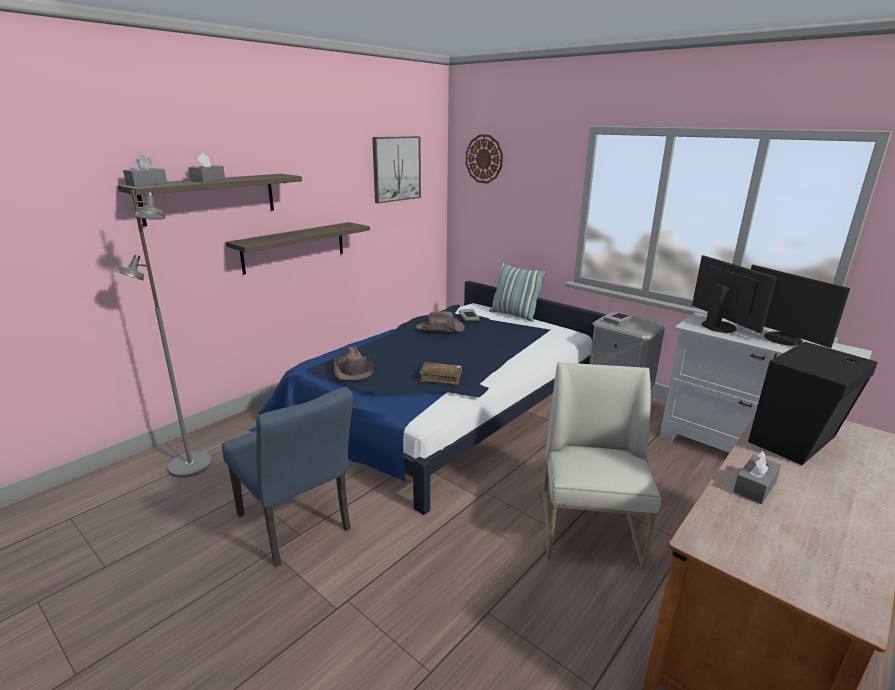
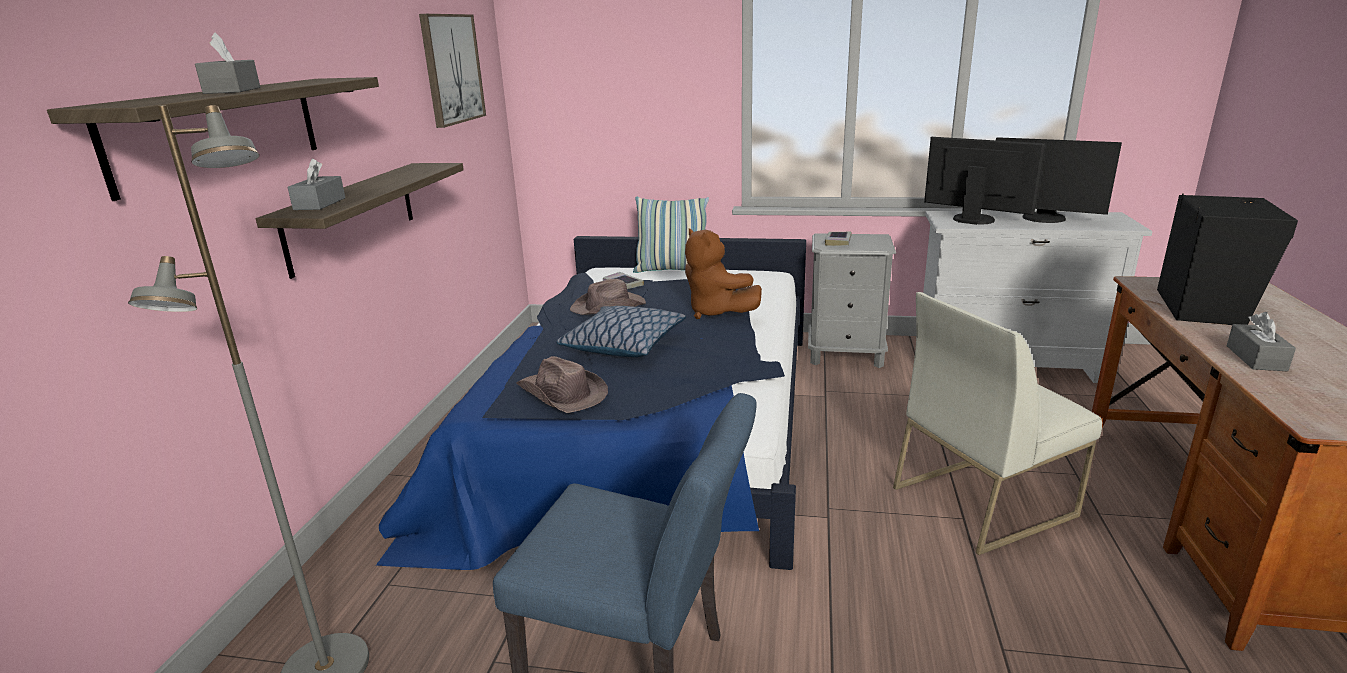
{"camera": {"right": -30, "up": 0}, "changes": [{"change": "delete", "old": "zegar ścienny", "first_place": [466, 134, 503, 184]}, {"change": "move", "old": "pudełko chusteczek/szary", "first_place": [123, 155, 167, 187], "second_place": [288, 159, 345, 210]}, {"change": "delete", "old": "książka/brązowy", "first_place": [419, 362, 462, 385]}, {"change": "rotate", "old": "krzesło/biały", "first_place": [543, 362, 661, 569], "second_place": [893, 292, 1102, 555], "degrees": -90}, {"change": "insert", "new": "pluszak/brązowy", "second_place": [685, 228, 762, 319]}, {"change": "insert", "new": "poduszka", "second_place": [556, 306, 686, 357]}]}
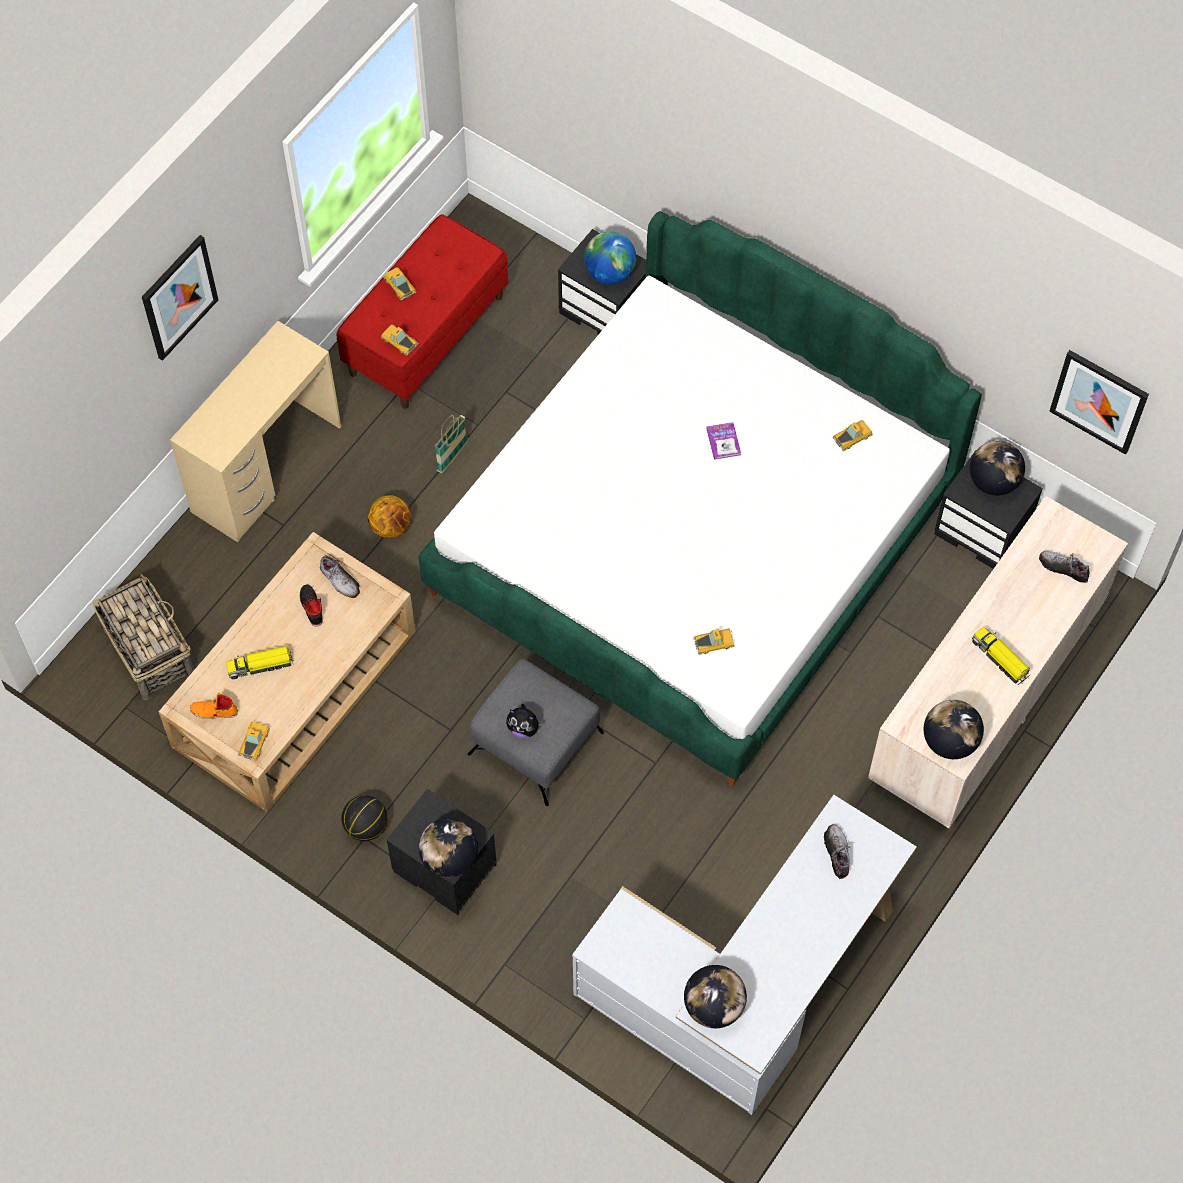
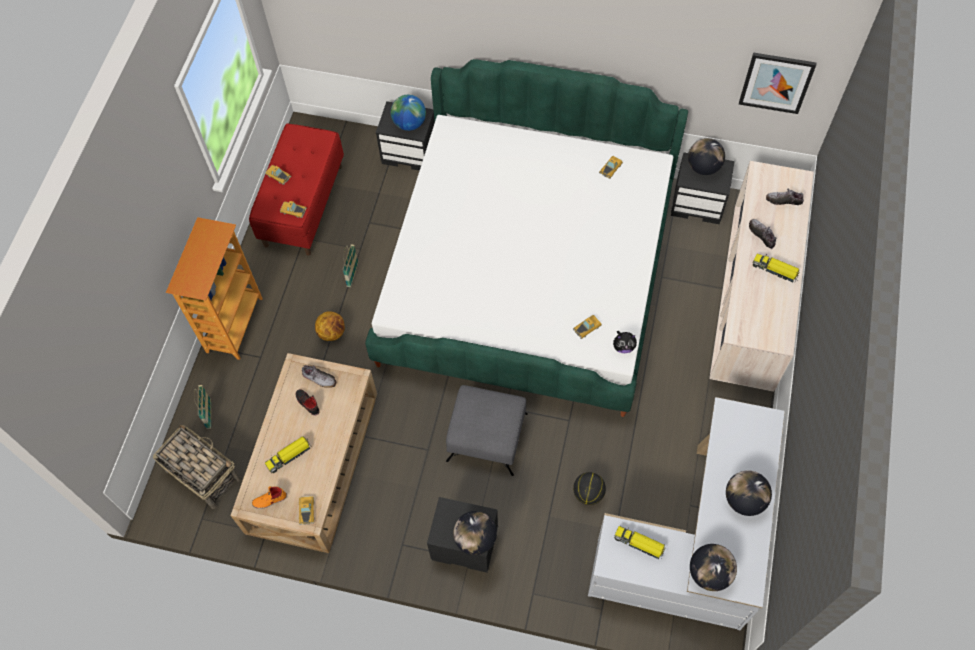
{"camera": {"right": -20, "up": 0}, "changes": [{"change": "delete", "old": "obraz", "first_place": [142, 235, 218, 361]}, {"change": "replace", "old": "biurko/beżowy", "new": "regał", "first_place": [170, 321, 341, 542], "second_place": [166, 217, 263, 360]}, {"change": "delete", "old": "książka", "first_place": [706, 422, 741, 460]}, {"change": "move", "old": "globus", "first_place": [924, 700, 984, 759], "second_place": [726, 471, 772, 516]}, {"change": "move", "old": "pluszak", "first_place": [506, 704, 544, 738], "second_place": [613, 331, 637, 353]}, {"change": "move", "old": "piłka do koszykówki", "first_place": [341, 795, 388, 841], "second_place": [573, 472, 606, 505]}, {"change": "move", "old": "but", "first_place": [824, 824, 851, 879], "second_place": [749, 219, 776, 249]}, {"change": "insert", "new": "koszyk", "second_place": [194, 385, 211, 429]}, {"change": "insert", "new": "ciężarówka zabawkowa", "second_place": [614, 526, 665, 560]}]}
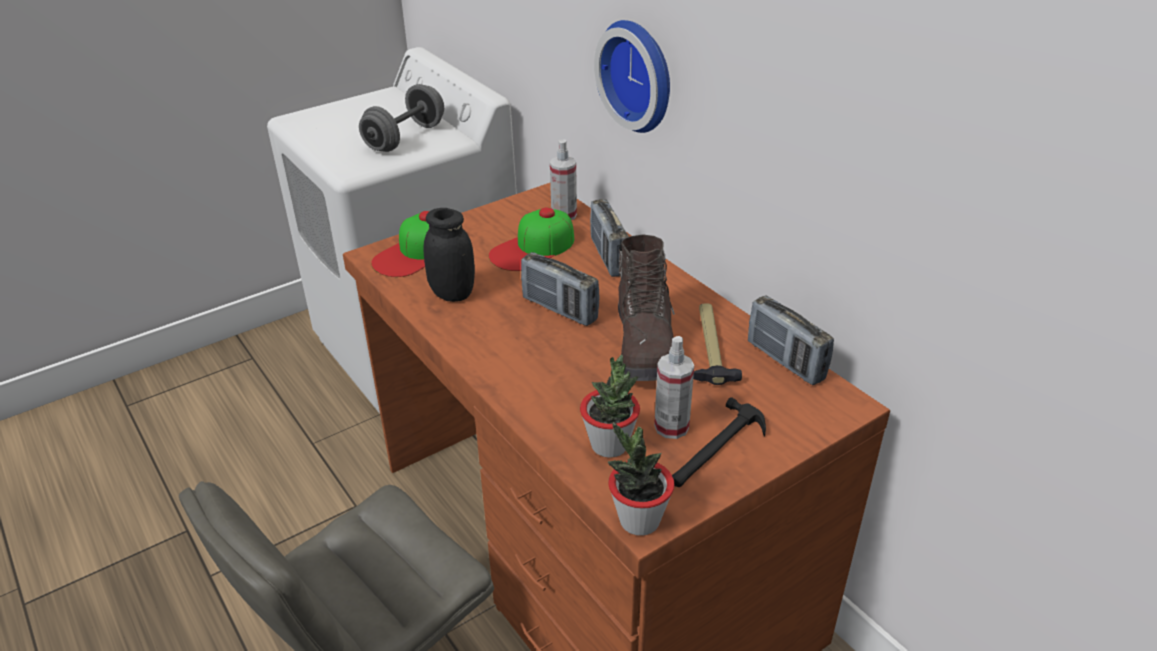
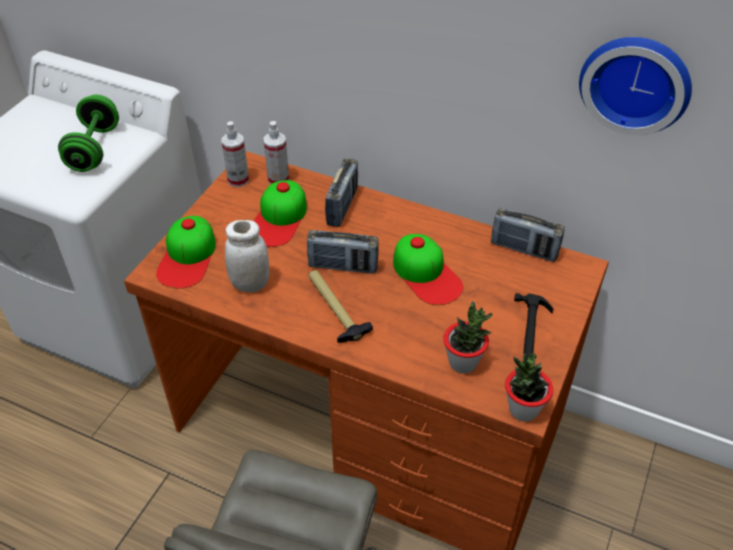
{"camera": {"right": -30, "up": 10}, "changes": [{"change": "move", "old": "zegar ścienny", "first_place": [594, 20, 670, 133], "second_place": [579, 37, 692, 135]}, {"change": "recolor", "old": "hantel/szary", "new": "hantel/zielony", "first_place": [359, 84, 444, 152], "second_place": [58, 95, 119, 172]}, {"change": "rotate", "old": "radio", "first_place": [590, 199, 629, 277], "second_place": [325, 159, 358, 227], "degrees": -120}, {"change": "recolor", "old": "słoik/czarny", "new": "słoik/biały", "first_place": [424, 208, 475, 302], "second_place": [225, 220, 269, 293]}, {"change": "replace", "old": "but z cholewką/brązowy", "new": "czapka z daszkiem", "first_place": [618, 234, 675, 381], "second_place": [393, 234, 463, 305]}, {"change": "move", "old": "młotek", "first_place": [693, 304, 742, 385], "second_place": [308, 270, 373, 343]}, {"change": "move", "old": "spryskiwacz", "first_place": [654, 336, 694, 439], "second_place": [222, 121, 249, 187]}]}
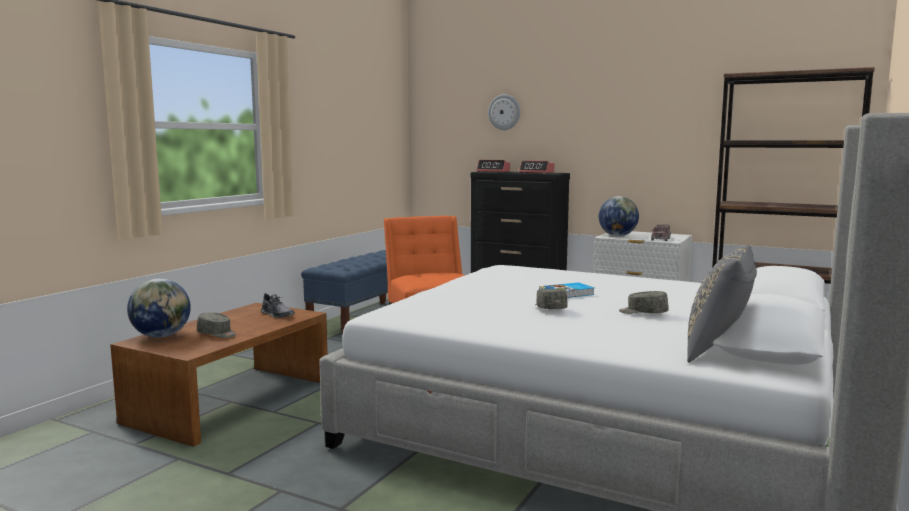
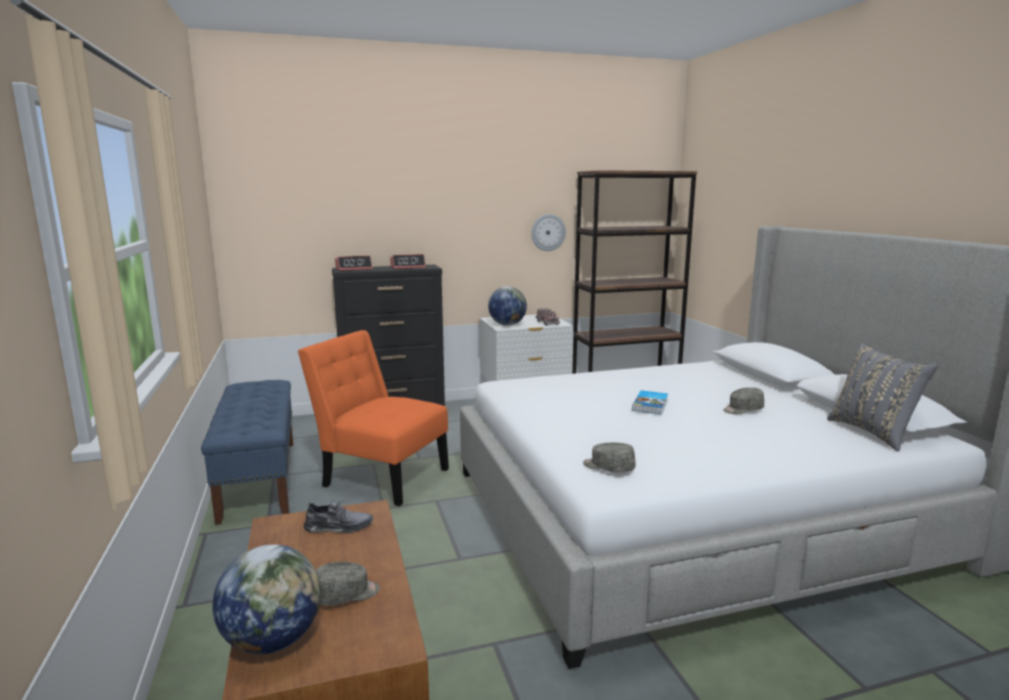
{"camera": {"right": -45, "up": 5}, "changes": [{"change": "move", "old": "zegar ścienny", "first_place": [488, 94, 520, 130], "second_place": [531, 214, 566, 251]}, {"change": "move", "old": "czapka z daszkiem/szary", "first_place": [535, 289, 568, 309], "second_place": [583, 443, 636, 473]}]}
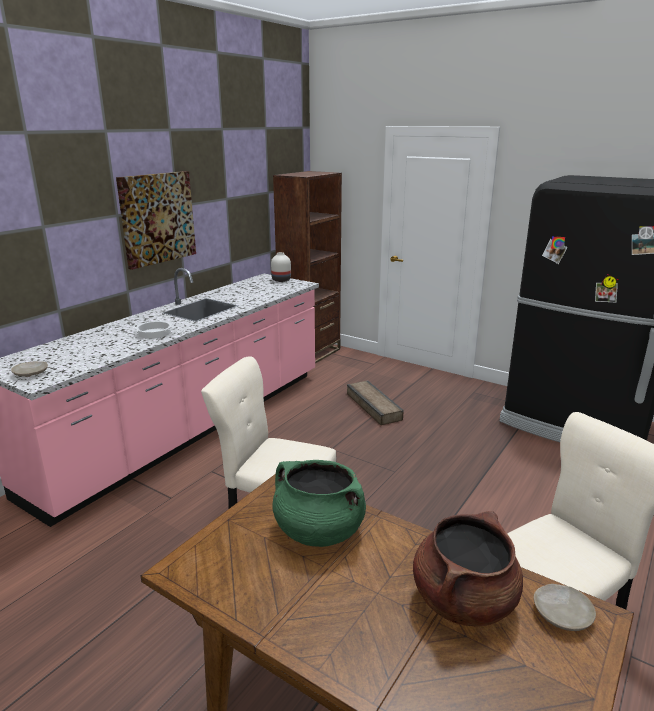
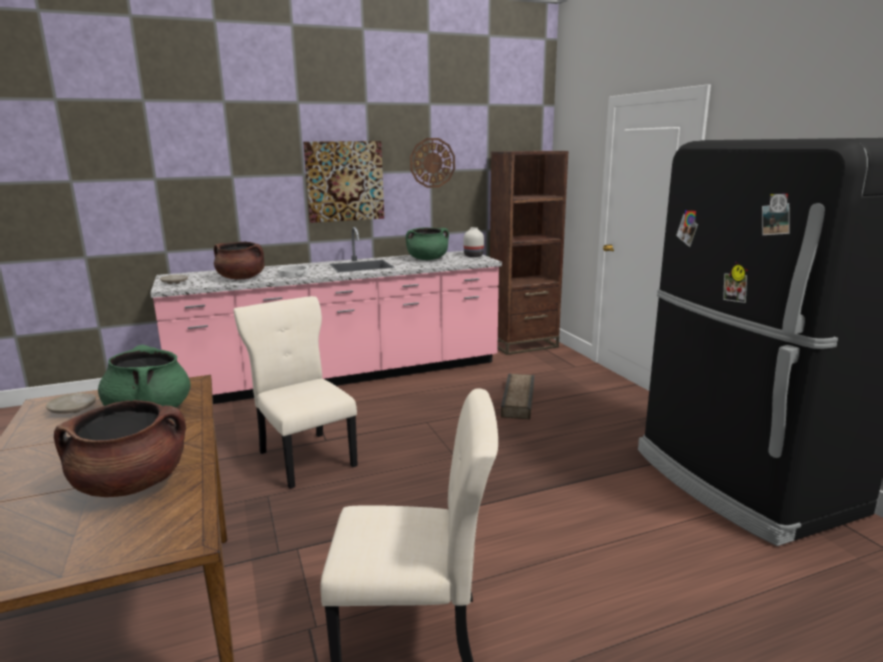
{"camera": {"right": 35, "up": -5}, "changes": [{"change": "move", "old": "talerz/beżowy", "first_place": [534, 584, 596, 631], "second_place": [46, 393, 96, 414]}, {"change": "insert", "new": "zegar ścienny", "second_place": [410, 138, 455, 188]}, {"change": "insert", "new": "garnek/zielony", "second_place": [406, 227, 449, 260]}, {"change": "insert", "new": "garnek/brązowy", "second_place": [214, 242, 264, 279]}]}
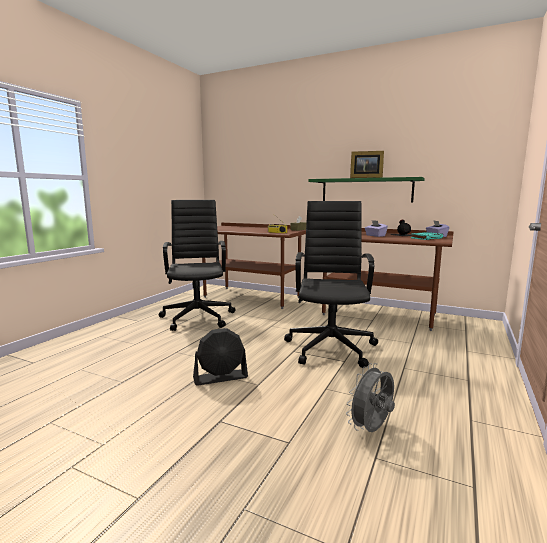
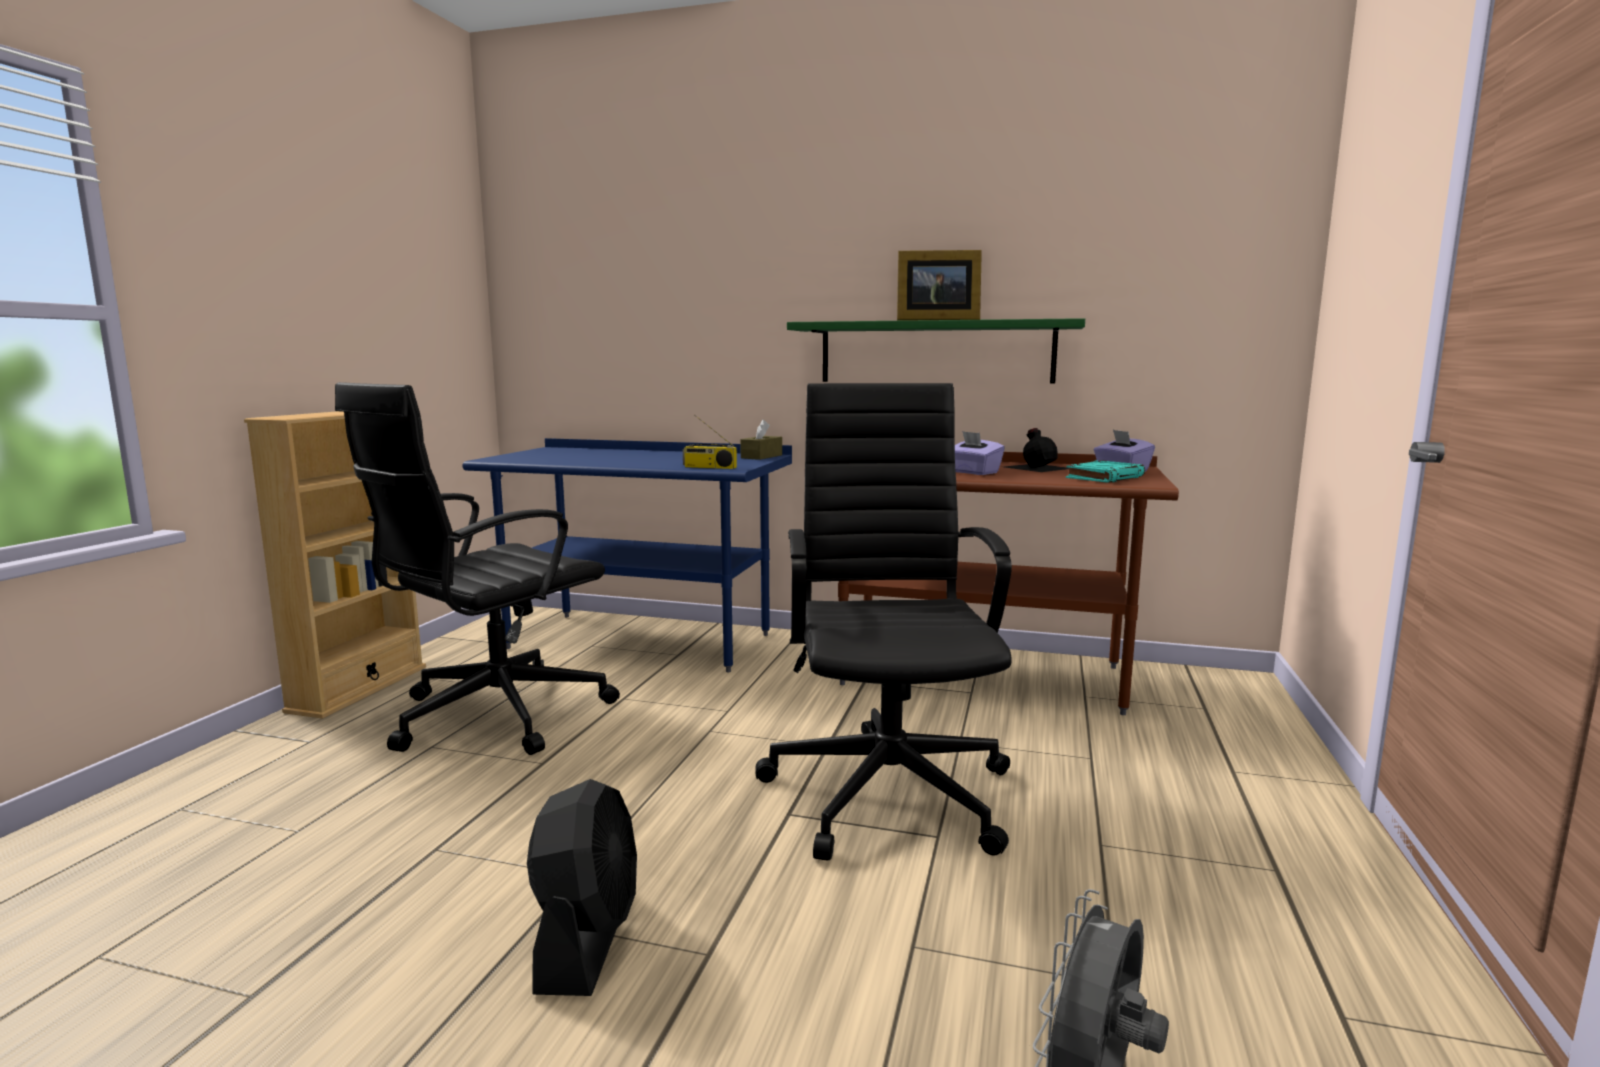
{"camera": {"right": -10, "up": 0}, "changes": [{"change": "rotate", "old": "krzesło biurowe/czarny", "first_place": [159, 200, 235, 331], "second_place": [335, 382, 620, 755], "degrees": -120}, {"change": "recolor", "old": "biurko/brązowy", "new": "biurko/niebieski", "first_place": [202, 223, 306, 309], "second_place": [463, 438, 792, 672]}, {"change": "rotate", "old": "wentylator/czarny", "first_place": [193, 328, 248, 386], "second_place": [527, 779, 637, 996], "degrees": -60}, {"change": "insert", "new": "regał/beżowy", "second_place": [244, 411, 426, 719]}]}
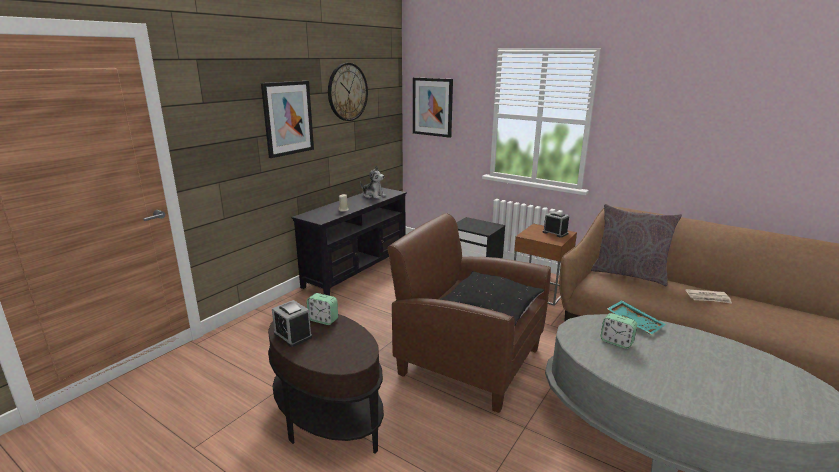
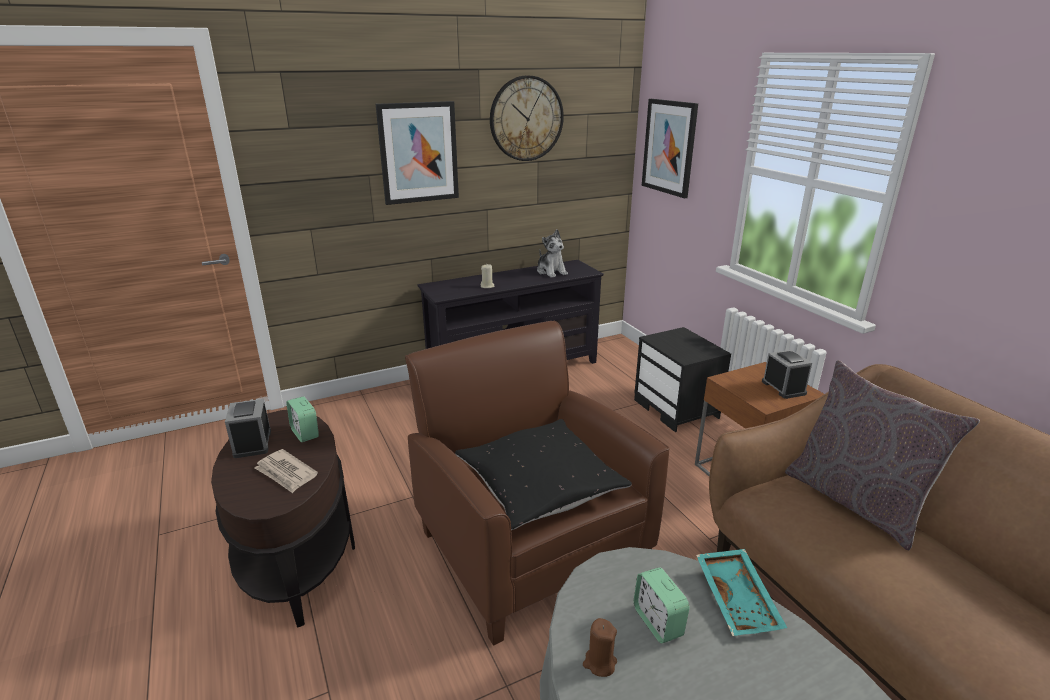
{"camera": {"right": 30, "up": 5}, "changes": [{"change": "move", "old": "gazeta", "first_place": [685, 289, 732, 303], "second_place": [255, 449, 318, 493]}, {"change": "insert", "new": "świeca/brązowy", "second_place": [583, 618, 617, 677]}]}
